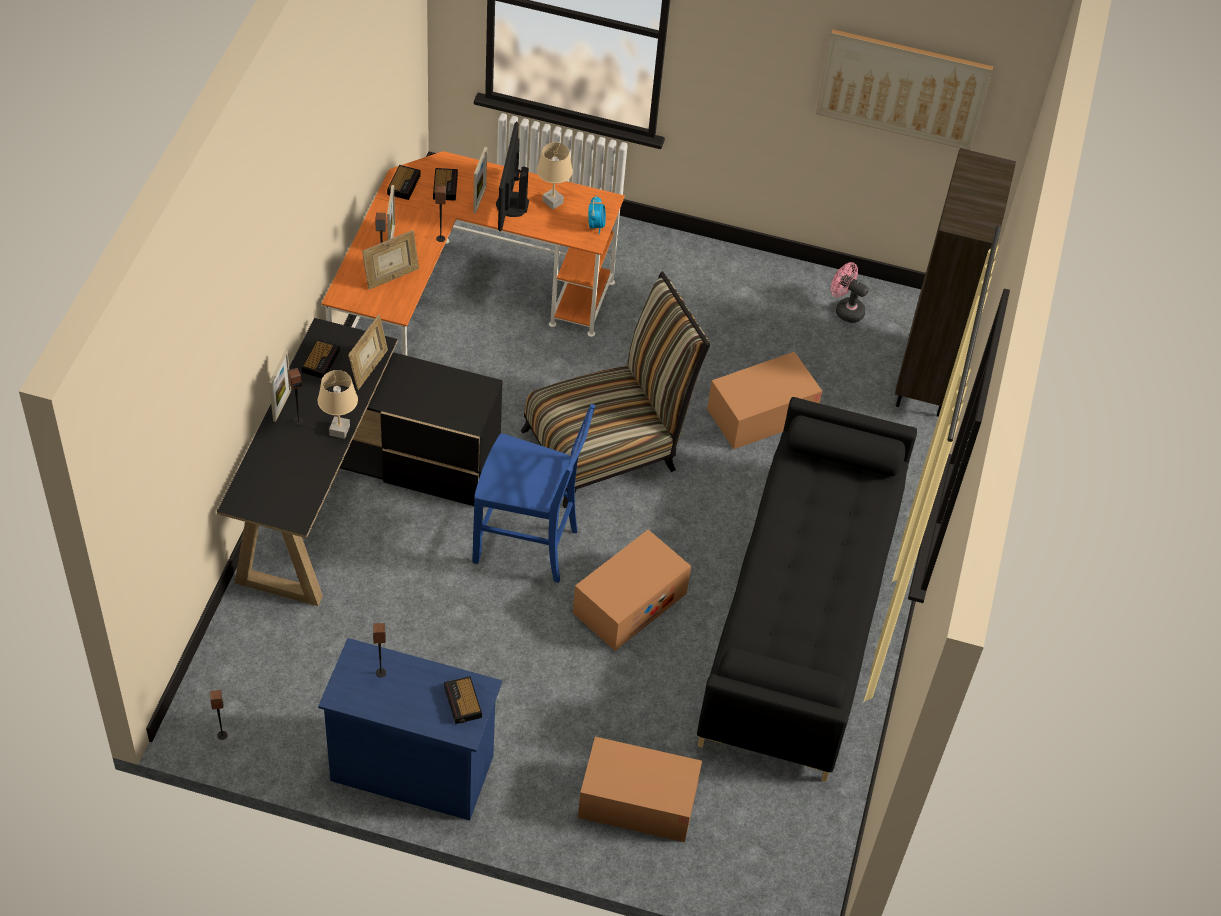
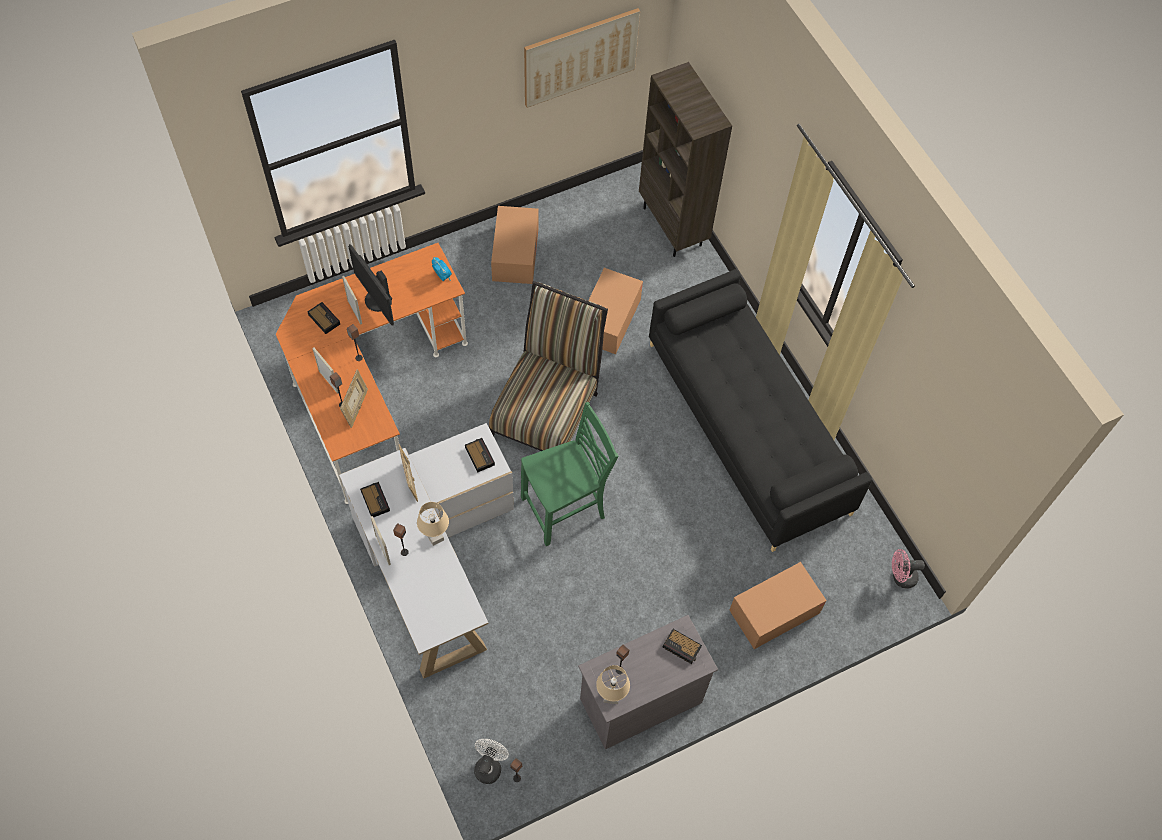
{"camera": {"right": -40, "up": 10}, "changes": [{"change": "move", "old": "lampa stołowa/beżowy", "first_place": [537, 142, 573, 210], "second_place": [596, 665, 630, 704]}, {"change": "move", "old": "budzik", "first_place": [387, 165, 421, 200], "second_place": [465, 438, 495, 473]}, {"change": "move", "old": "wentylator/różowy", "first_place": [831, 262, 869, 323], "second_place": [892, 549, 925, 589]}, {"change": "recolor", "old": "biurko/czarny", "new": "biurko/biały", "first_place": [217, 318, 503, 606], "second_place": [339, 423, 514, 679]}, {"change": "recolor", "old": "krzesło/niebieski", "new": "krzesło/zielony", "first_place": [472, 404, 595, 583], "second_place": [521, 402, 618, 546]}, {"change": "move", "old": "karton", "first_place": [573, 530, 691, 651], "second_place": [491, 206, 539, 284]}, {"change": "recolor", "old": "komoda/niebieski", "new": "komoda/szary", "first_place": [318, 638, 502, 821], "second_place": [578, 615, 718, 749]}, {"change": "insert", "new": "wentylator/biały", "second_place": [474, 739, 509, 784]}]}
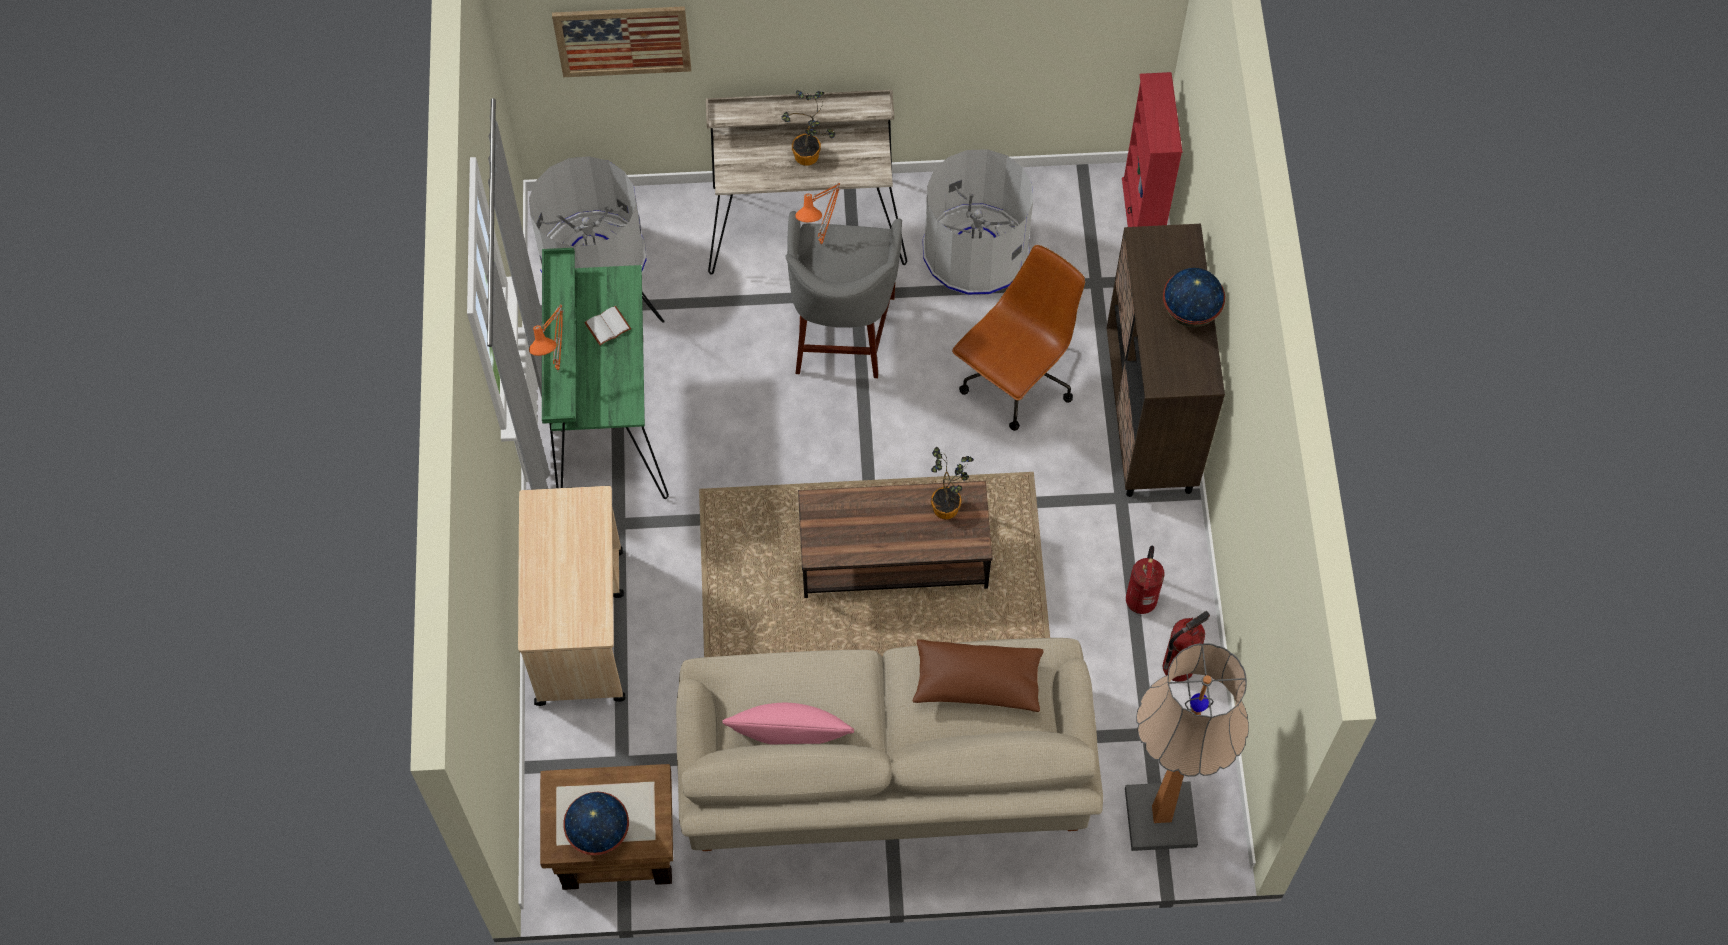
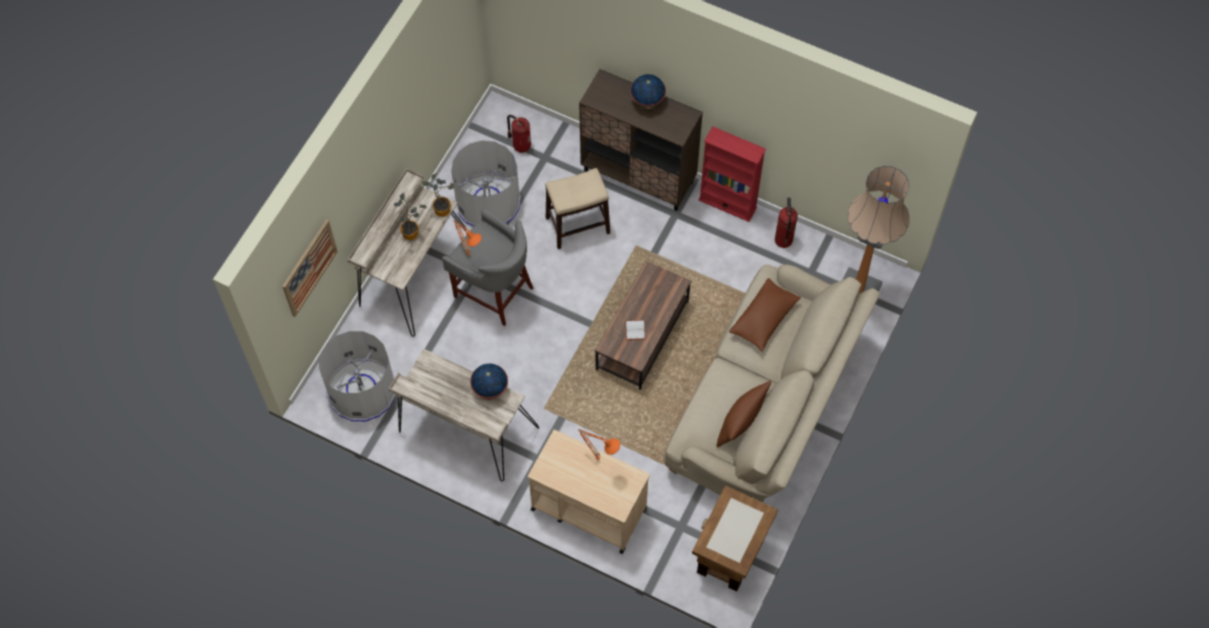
{"camera": {"right": -60, "up": 0}, "changes": [{"change": "move", "old": "regał/czerwony", "first_place": [1122, 72, 1182, 227], "second_place": [698, 126, 766, 222]}, {"change": "replace", "old": "krzesło biurowe/brązowy", "new": "stołek", "first_place": [952, 245, 1085, 431], "second_place": [545, 168, 610, 249]}, {"change": "recolor", "old": "biurko/zielony", "new": "biurko/beżowy", "first_place": [542, 248, 669, 499], "second_place": [388, 349, 539, 481]}, {"change": "move", "old": "lampa stołowa/pomarańczowy", "first_place": [529, 304, 564, 370], "second_place": [578, 429, 620, 460]}, {"change": "move", "old": "książka/biały", "first_place": [584, 306, 631, 346], "second_place": [625, 320, 646, 340]}, {"change": "move", "old": "roślina doniczkowa", "first_place": [931, 447, 974, 520], "second_place": [422, 174, 454, 217]}, {"change": "move", "old": "gaśnica", "first_place": [1126, 546, 1165, 614], "second_place": [507, 115, 531, 153]}, {"change": "recolor", "old": "poduszka/różowy", "new": "poduszka/brązowy", "first_place": [722, 703, 854, 745], "second_place": [716, 381, 771, 447]}, {"change": "move", "old": "globus", "first_place": [563, 792, 629, 855], "second_place": [470, 363, 508, 400]}]}
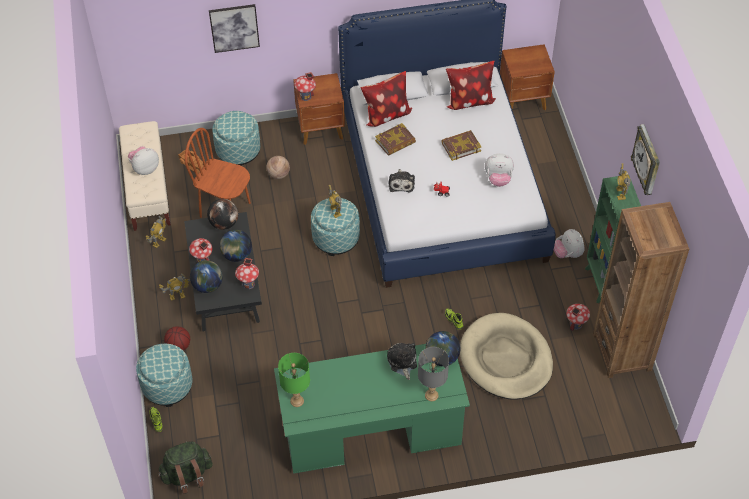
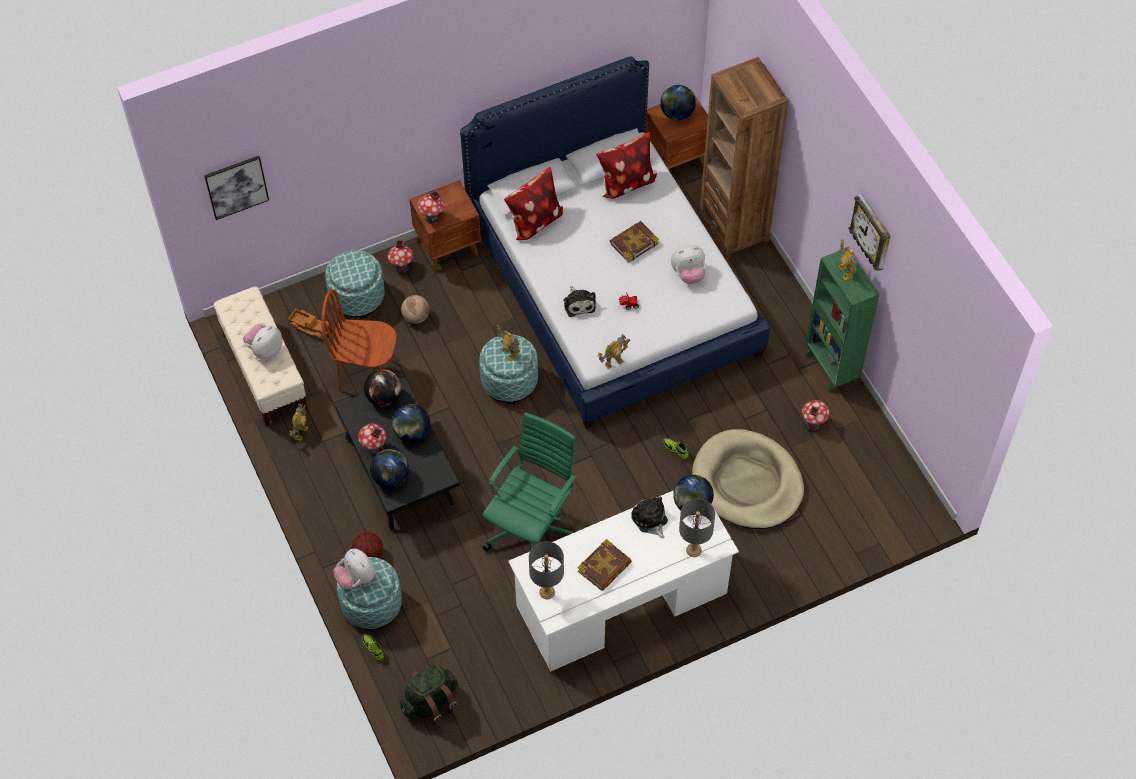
{"camera": {"right": -15, "up": 5}, "changes": [{"change": "move", "old": "obraz", "first_place": [209, 4, 260, 53], "second_place": [204, 156, 269, 220]}, {"change": "move", "old": "książka", "first_place": [375, 123, 416, 156], "second_place": [578, 539, 632, 591]}, {"change": "move", "old": "regał/brązowy", "first_place": [593, 202, 689, 378], "second_place": [699, 57, 788, 259]}, {"change": "move", "old": "pluszak", "first_place": [554, 229, 585, 258], "second_place": [333, 549, 375, 590]}, {"change": "move", "old": "domek", "first_place": [235, 258, 259, 289], "second_place": [387, 240, 413, 273]}, {"change": "move", "old": "robot zabawkowy", "first_place": [159, 274, 190, 300], "second_place": [598, 334, 630, 369]}, {"change": "recolor", "old": "biurko/zielony", "new": "biurko/biały", "first_place": [274, 344, 470, 474], "second_place": [508, 490, 739, 672]}, {"change": "recolor", "old": "lampa stołowa/zielony", "new": "lampa stołowa/szary", "first_place": [278, 353, 310, 407], "second_place": [529, 541, 564, 599]}, {"change": "insert", "new": "globus", "second_place": [660, 85, 696, 121]}, {"change": "insert", "new": "krzesło biurowe/zielony", "second_place": [483, 412, 577, 552]}]}
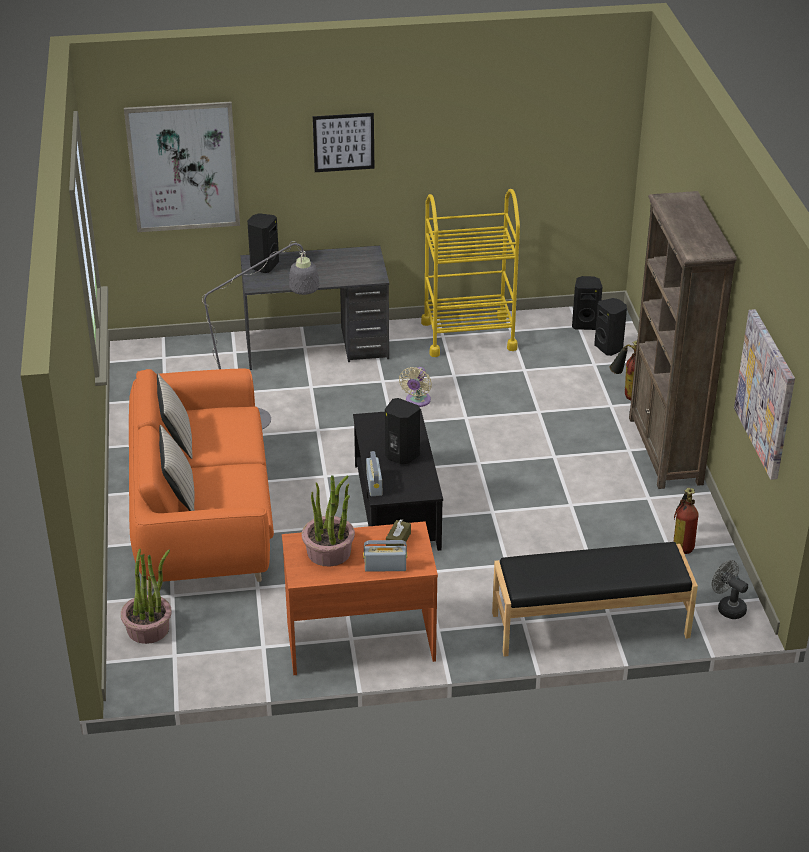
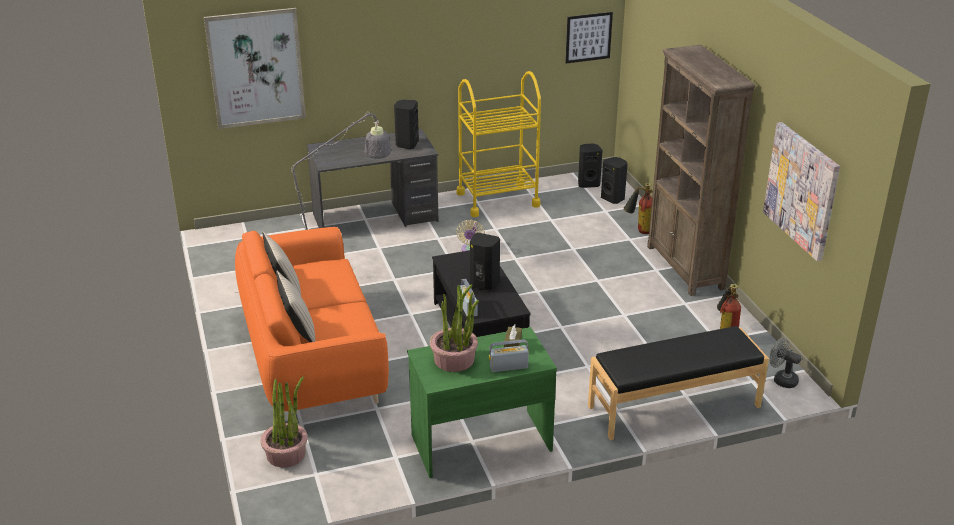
{"camera": {"right": -10, "up": -5}, "changes": [{"change": "move", "old": "obraz", "first_place": [313, 113, 374, 172], "second_place": [565, 12, 613, 63]}, {"change": "move", "old": "głośnik/czarny", "first_place": [247, 213, 279, 273], "second_place": [394, 100, 419, 149]}, {"change": "recolor", "old": "biurko/pomarańczowy", "new": "biurko/zielony", "first_place": [282, 521, 438, 675], "second_place": [407, 327, 557, 478]}]}
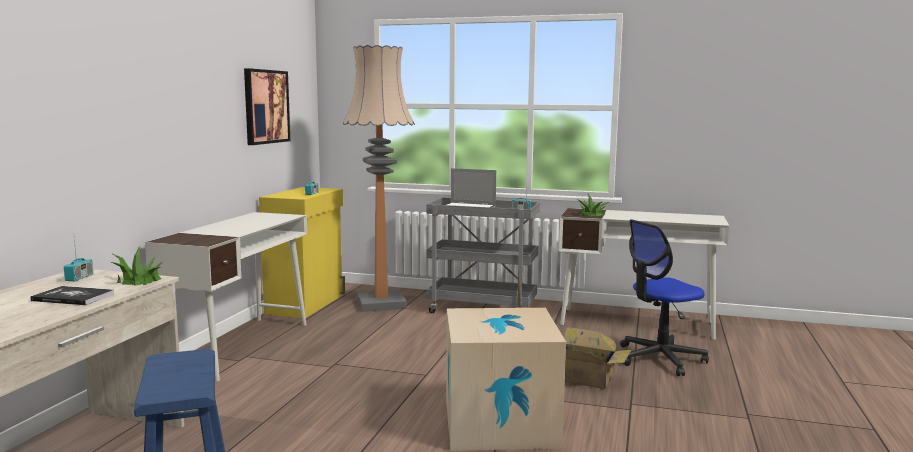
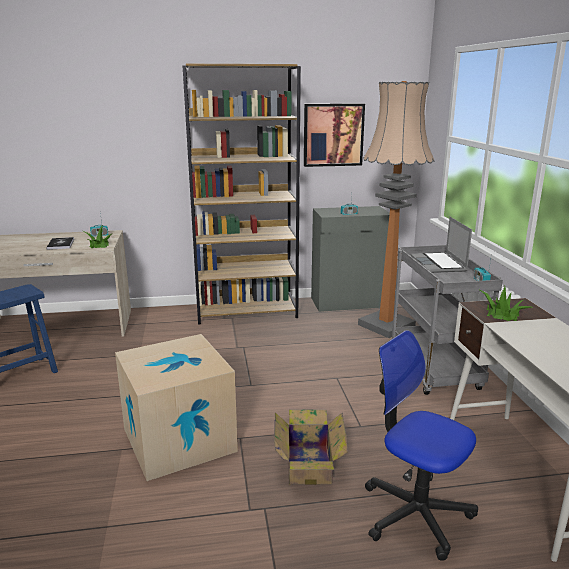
{"camera": {"right": 65, "up": 10}, "changes": [{"change": "recolor", "old": "szafka/żółty", "new": "szafka/szary", "first_place": [259, 187, 345, 318], "second_place": [311, 206, 390, 312]}, {"change": "replace", "old": "biurko/biały", "new": "regał/brązowy", "first_place": [145, 212, 307, 381], "second_place": [183, 64, 301, 325]}]}
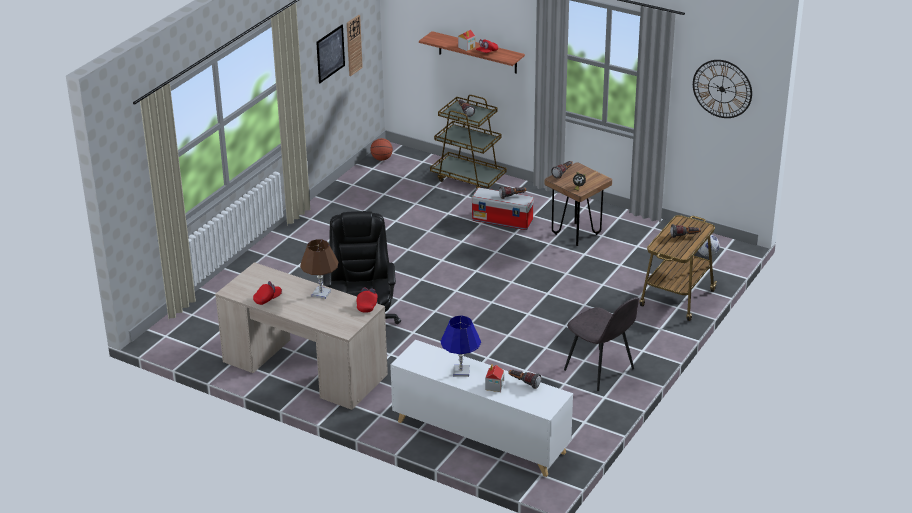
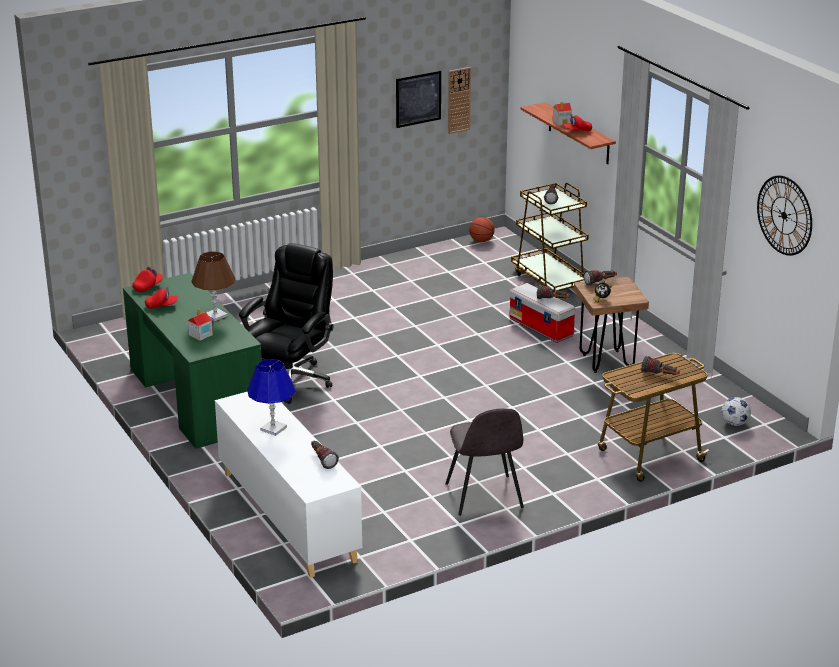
{"camera": {"right": 30, "up": -5}, "changes": [{"change": "recolor", "old": "biurko/beżowy", "new": "biurko/zielony", "first_place": [215, 262, 388, 410], "second_place": [123, 273, 262, 449]}, {"change": "move", "old": "czapka z daszkiem/czerwony", "first_place": [357, 288, 378, 313], "second_place": [132, 267, 163, 292]}, {"change": "move", "old": "domek", "first_place": [485, 364, 504, 392], "second_place": [188, 309, 213, 341]}]}
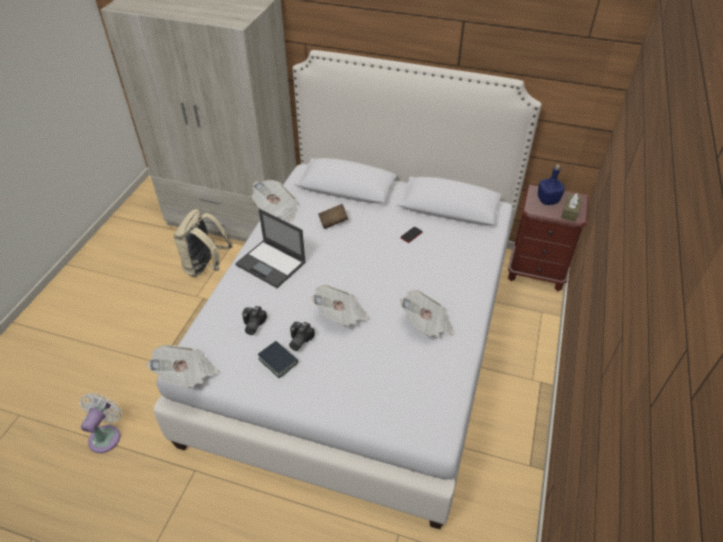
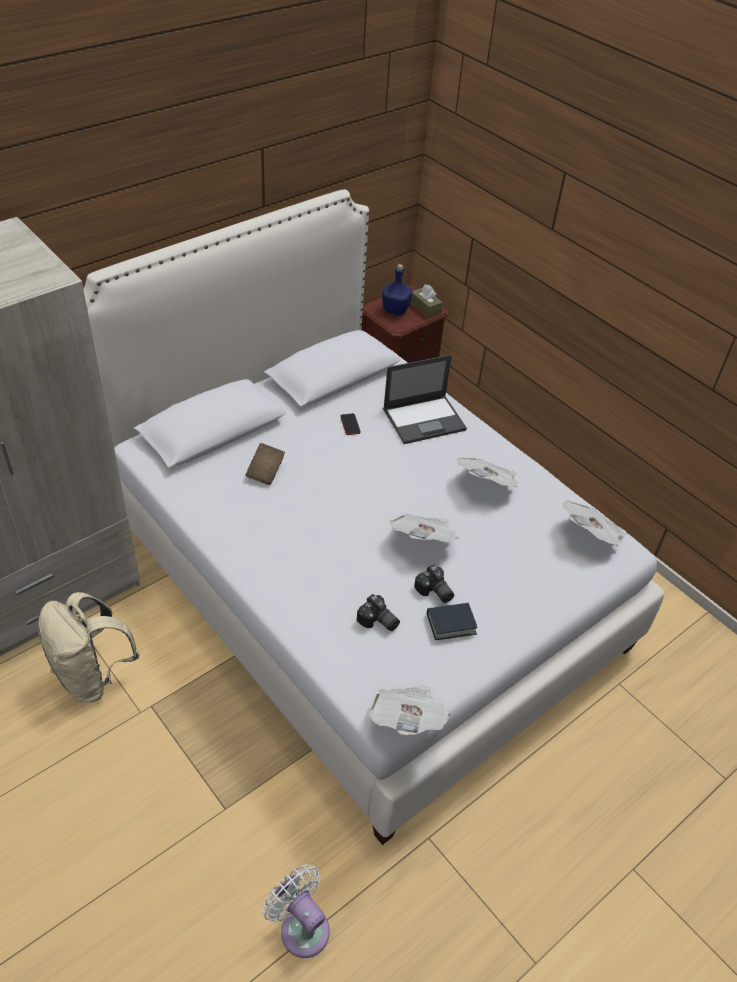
{"camera": {"right": -60, "up": 0}, "changes": [{"change": "move", "old": "gazeta", "first_place": [252, 180, 299, 221], "second_place": [563, 500, 627, 546]}, {"change": "move", "old": "laptop", "first_place": [235, 208, 306, 288], "second_place": [383, 355, 467, 444]}]}
